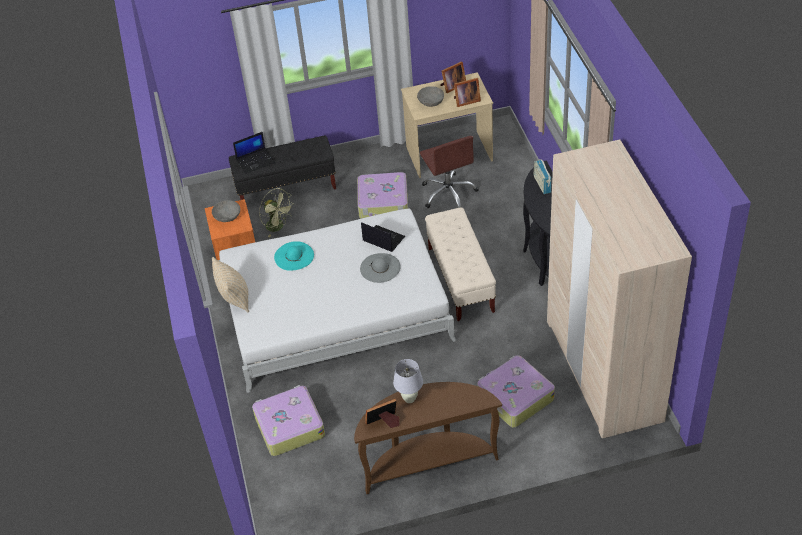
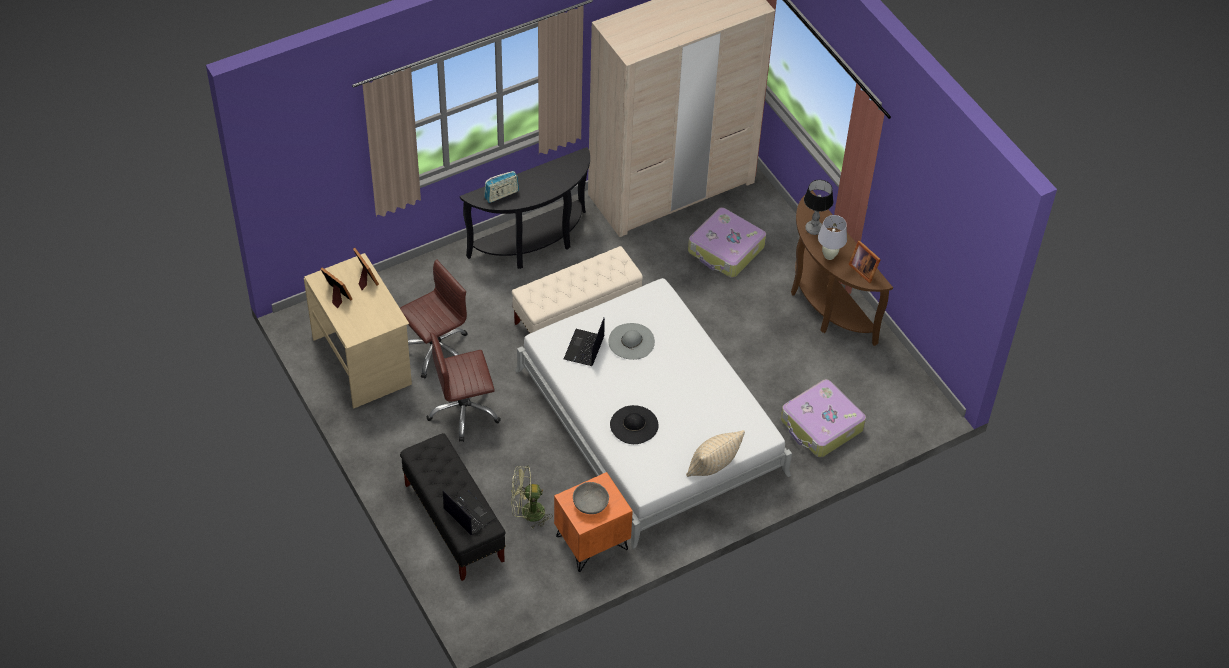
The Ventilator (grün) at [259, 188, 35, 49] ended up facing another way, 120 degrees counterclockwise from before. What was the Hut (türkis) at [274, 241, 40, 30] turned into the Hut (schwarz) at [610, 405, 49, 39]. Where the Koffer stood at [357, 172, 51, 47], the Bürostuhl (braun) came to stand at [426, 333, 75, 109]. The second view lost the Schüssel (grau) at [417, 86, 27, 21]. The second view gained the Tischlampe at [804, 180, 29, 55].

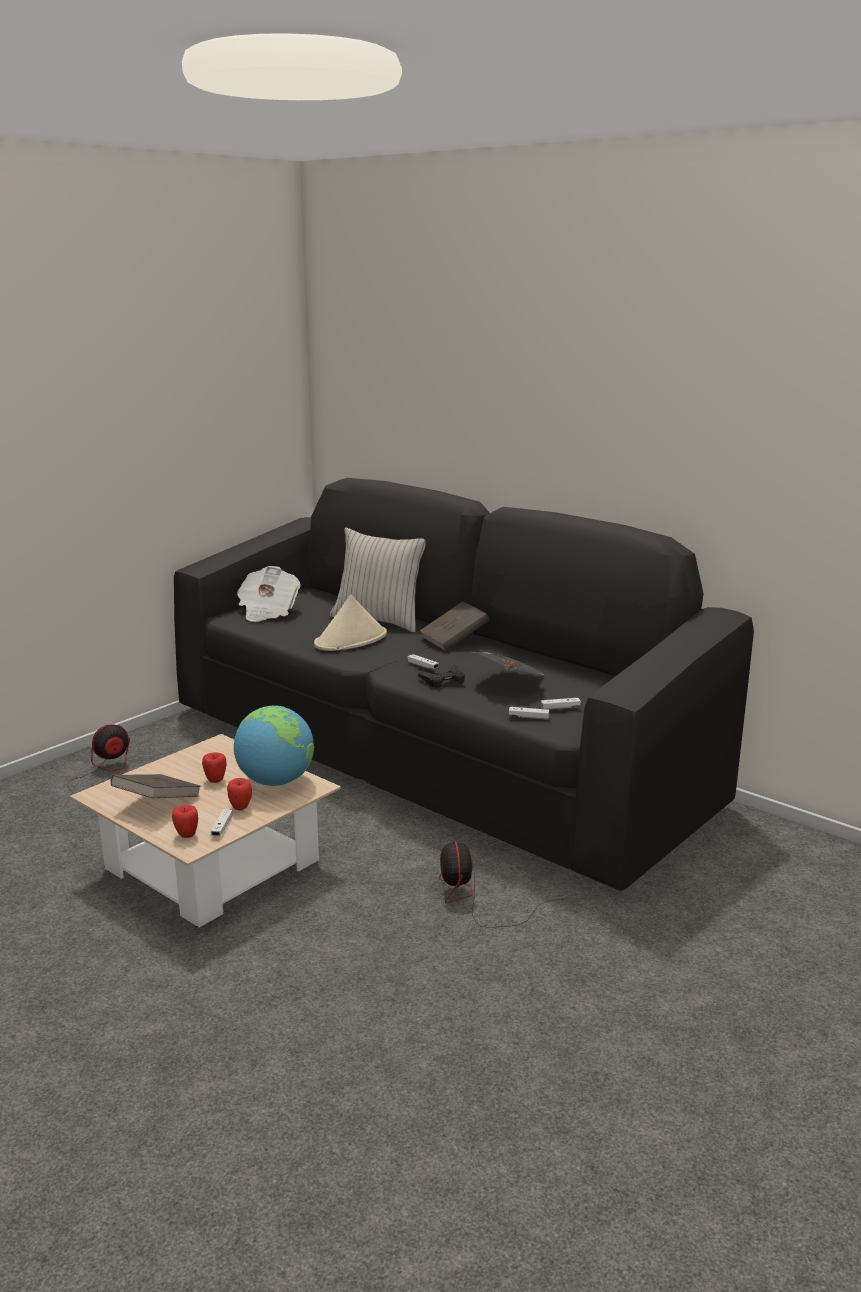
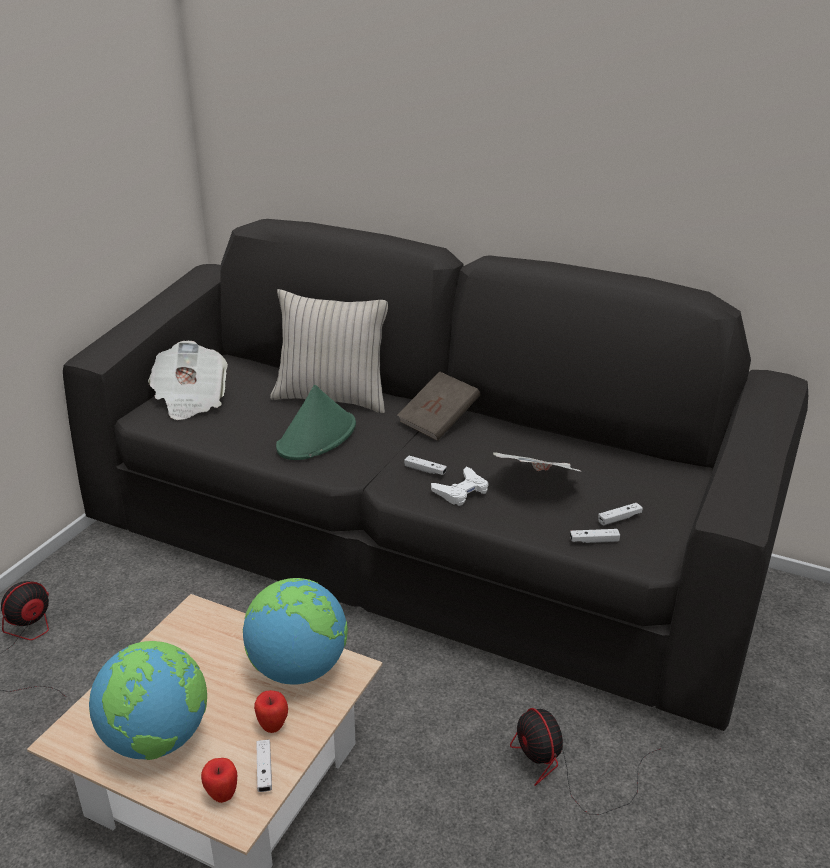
Where the Buch (braun) stood at [111, 774, 90, 24], the Globus came to stand at [89, 641, 118, 119]. The second view lost the Apfel at [202, 752, 25, 31]. What was the Hut (beige) at [314, 595, 73, 56] turned into the Hut (grün) at [276, 385, 80, 75]. What was the Gamepad (schwarz) at [418, 664, 47, 24] turned into the Gamepad (weiß) at [431, 466, 58, 40].

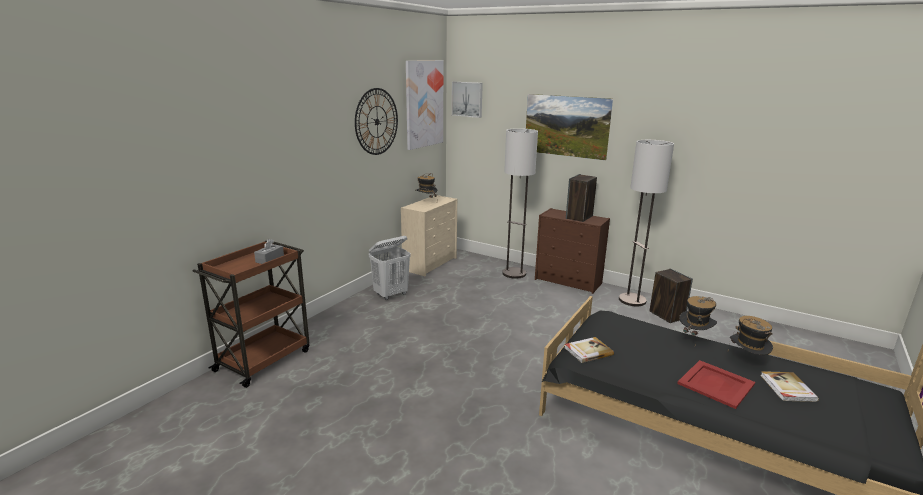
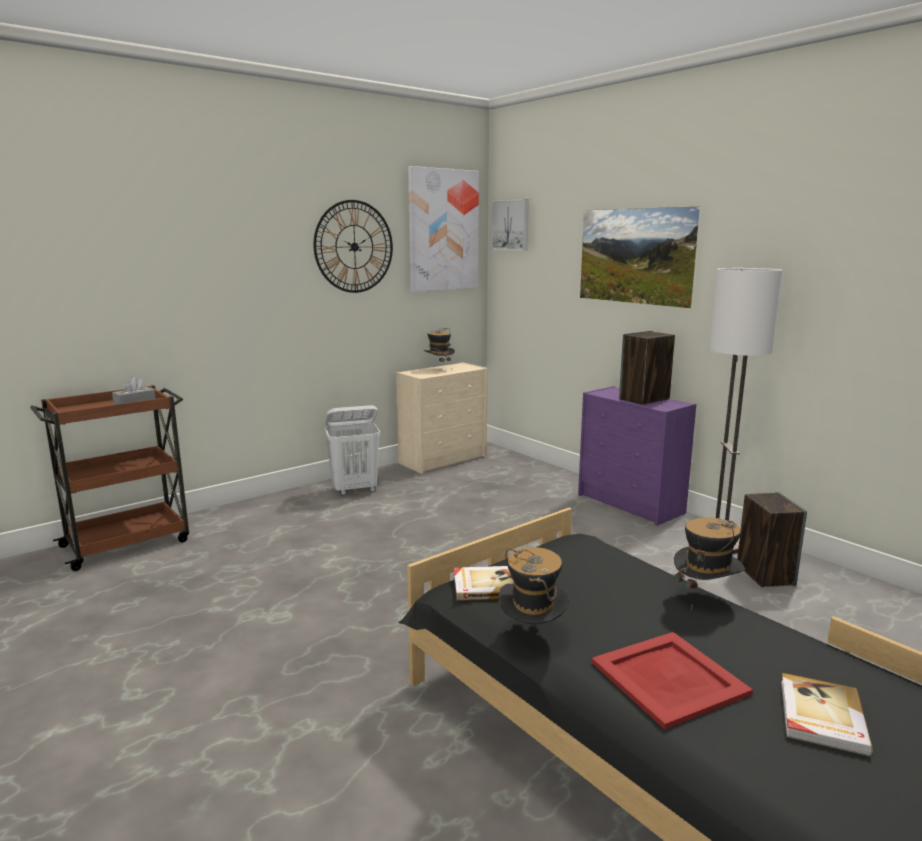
The second view lost the Stehlampe at [502, 128, 36, 151]. What was the Kommode (braun) at [535, 208, 75, 86] turned into the Kommode (lila) at [578, 386, 118, 140]. The Hut ended up elsewhere, having gone from [729, 316, 44, 39] to [498, 547, 71, 77].

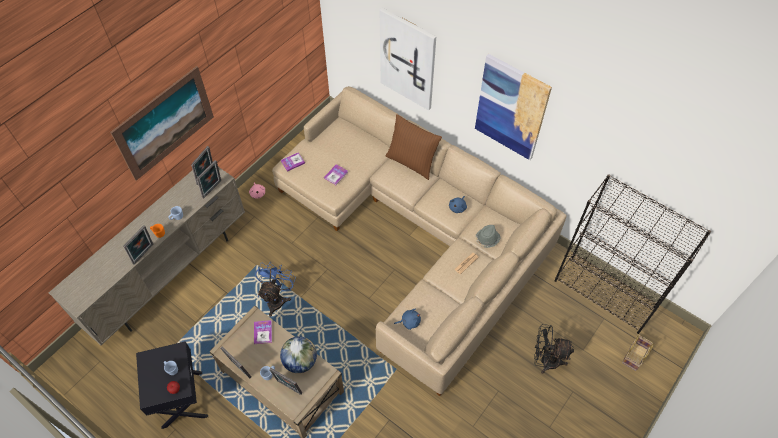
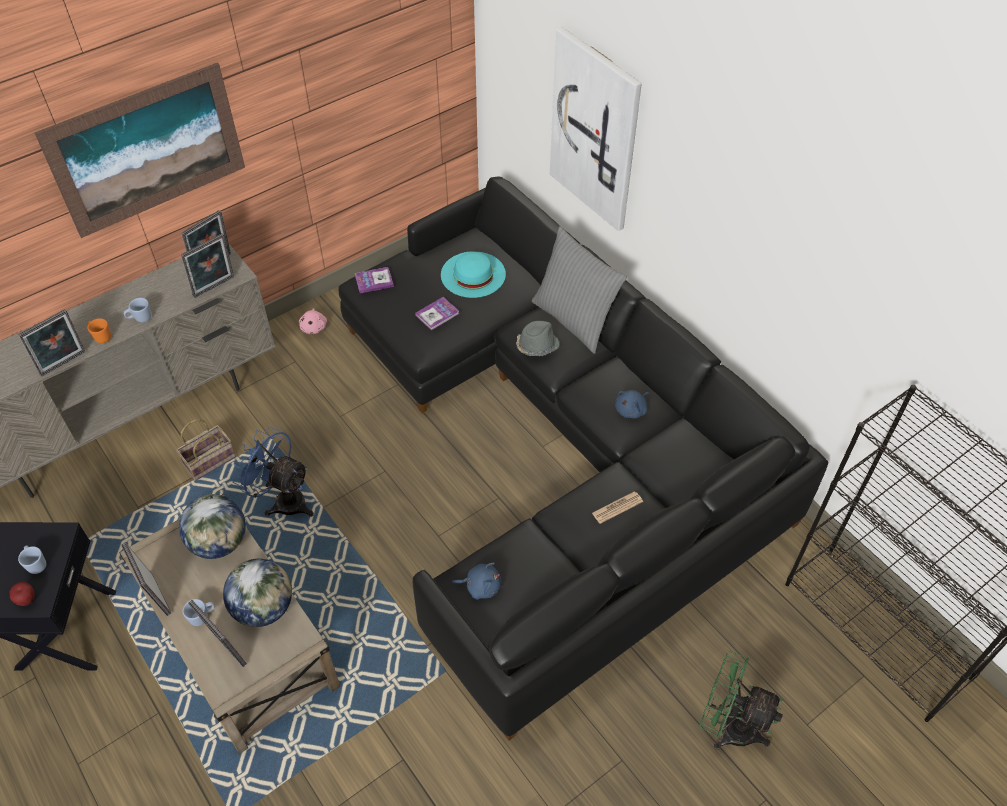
Where the Buch stood at [254, 320, 18, 24], the Globus came to stand at [179, 494, 67, 65]. The Ventilator (blau) at [255, 262, 41, 55] ended up facing another way, 90 degrees counterclockwise from before. What was the Sofa (beige) at [272, 86, 295, 310] turned into the Sofa (schwarz) at [338, 177, 490, 564]. What was the Kissen (braun) at [386, 114, 56, 66] turned into the Kissen (grau) at [532, 226, 95, 128]. The second view lost the Bild at [475, 54, 77, 106]. The Hut (grau) ended up elsewhere, having gone from [475, 225, 26, 23] to [516, 321, 44, 35]. What was the Ventilator (schwarz) at [534, 324, 40, 50] turned into the Ventilator (grün) at [699, 651, 84, 99]. The Korb ended up elsewhere, having gone from [622, 334, 32, 37] to [176, 419, 60, 62]. The second view gained the Hut (türkis) at [441, 251, 65, 47].

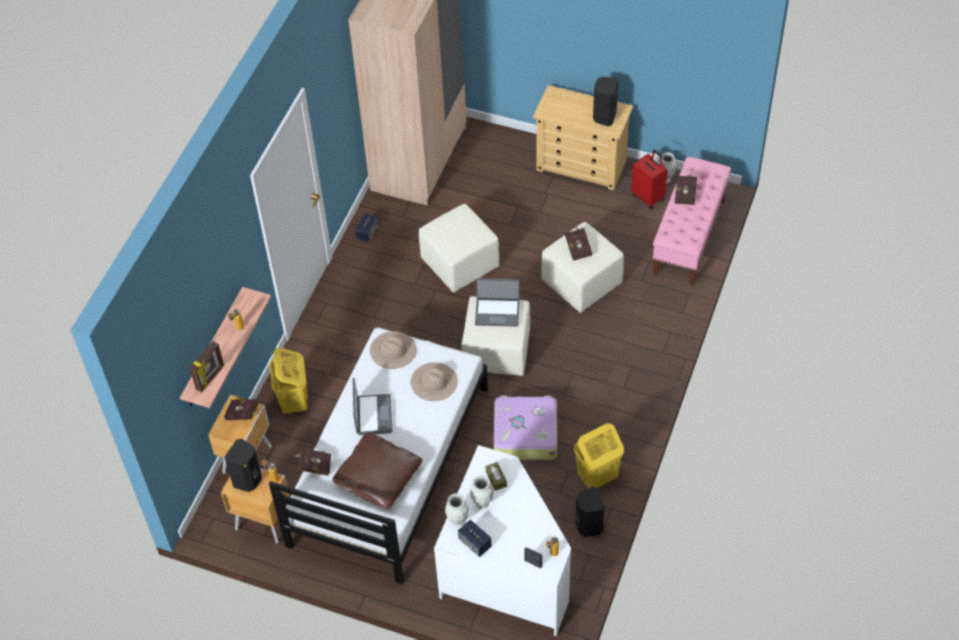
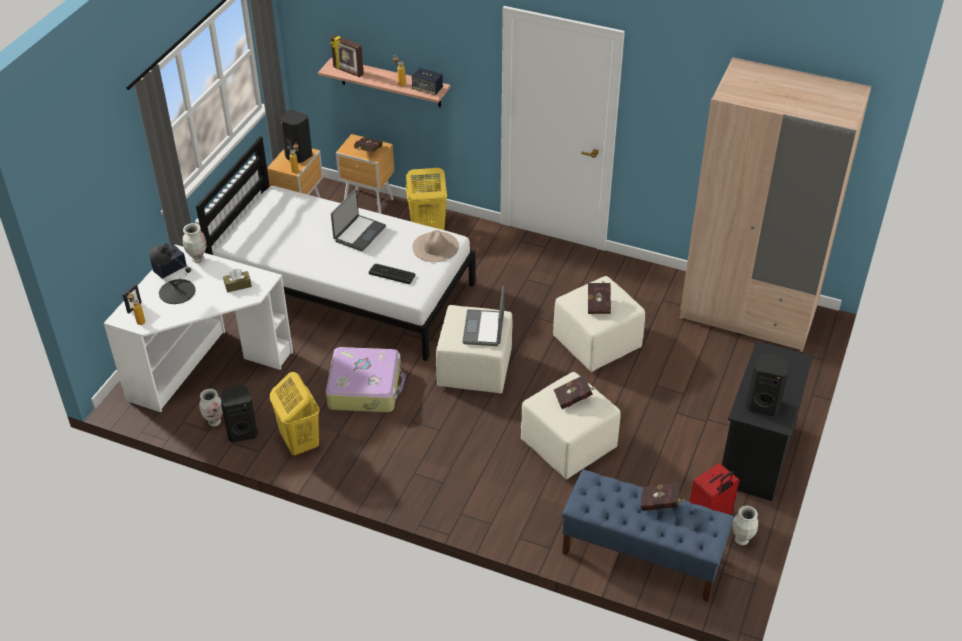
The Buch (rot) ended up elsewhere, having gone from [293, 448, 38, 28] to [588, 281, 23, 33]. The second view lost the Kissen (braun) at [332, 433, 91, 77]. The Laptop at [352, 378, 40, 57] ended up facing another way, 60 degrees counterclockwise from before. The Lautsprecher ended up elsewhere, having gone from [355, 213, 24, 29] to [412, 68, 31, 27]. Where the Hut (beige) stood at [410, 362, 48, 39], the Tastatur came to stand at [369, 264, 47, 20]. The Vase ended up elsewhere, having gone from [470, 476, 24, 33] to [199, 389, 24, 38]. What was the Kommode (beige) at [533, 85, 100, 105] turned into the Kommode (schwarz) at [722, 341, 92, 160]. What was the Bank (rosa) at [653, 157, 78, 129] turned into the Bank (blau) at [562, 469, 172, 133]. The second view gained the Tischlampe (schwarz) at [150, 243, 46, 61].

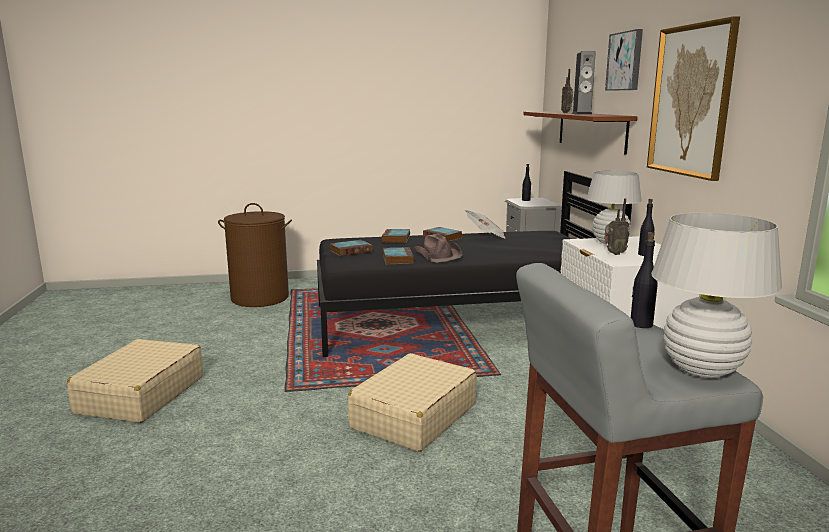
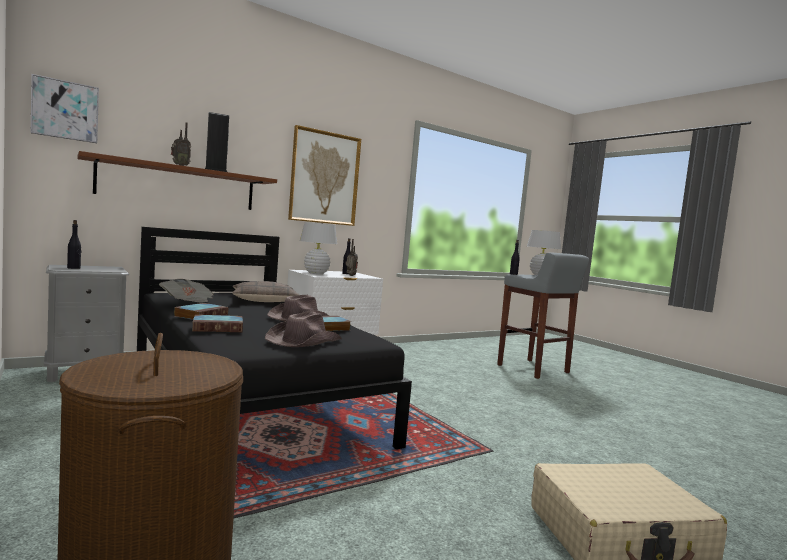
Where the Buch stood at [330, 240, 43, 16], the Hut (braun) came to stand at [265, 311, 77, 36]. The second view lost the Koffer (beige) at [348, 353, 129, 99]. The Bild ended up elsewhere, having gone from [605, 29, 38, 62] to [31, 74, 68, 69]. The second view gained the Kissen at [232, 281, 67, 21].

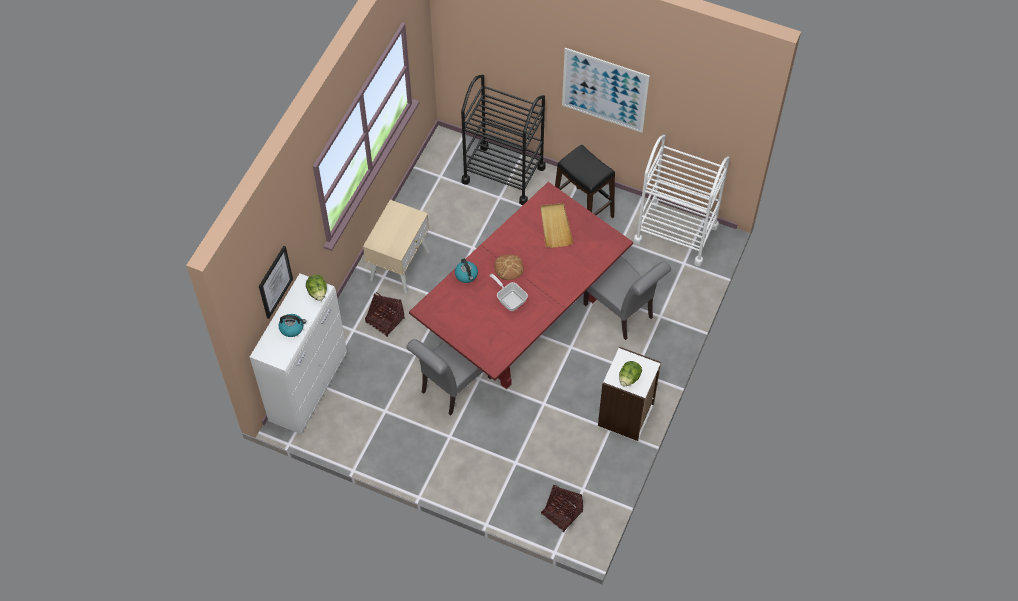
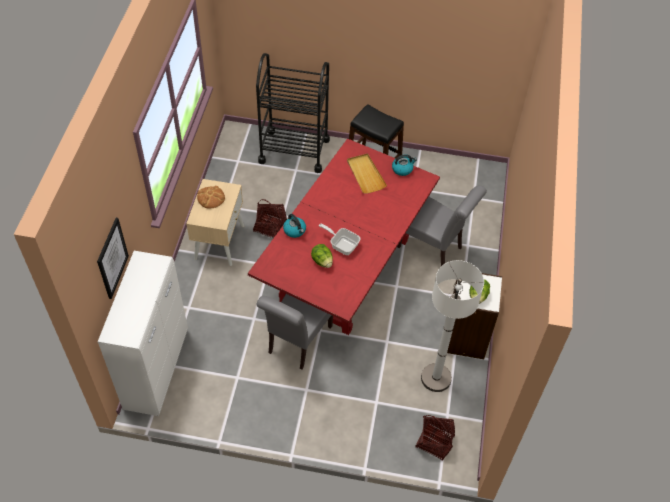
The Wasserkessel ended up elsewhere, having gone from [279, 314, 27, 23] to [392, 155, 25, 21]. The Salatkopf ended up elsewhere, having gone from [306, 274, 21, 27] to [311, 244, 22, 24]. The Korb ended up elsewhere, having gone from [365, 292, 39, 45] to [253, 199, 34, 39]. The Brot ended up elsewhere, having gone from [495, 255, 29, 25] to [197, 186, 28, 23]. The second view lost the Bild at [562, 48, 88, 85]. The second view lost the Rollwagen (weiß) at [633, 135, 97, 131]. The second view gained the Stehlampe (weiß) at [421, 260, 63, 132].

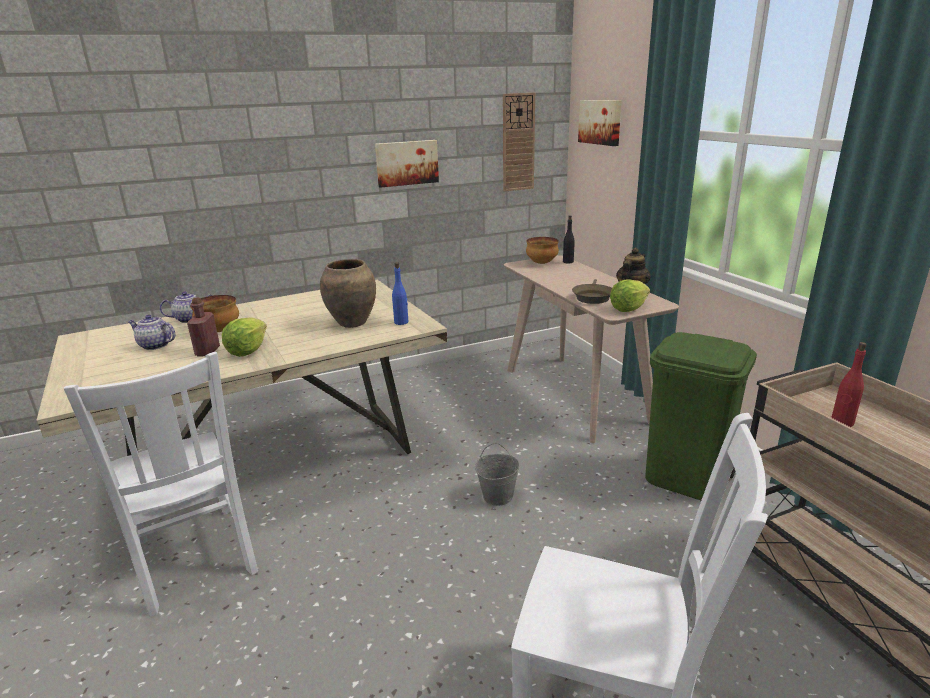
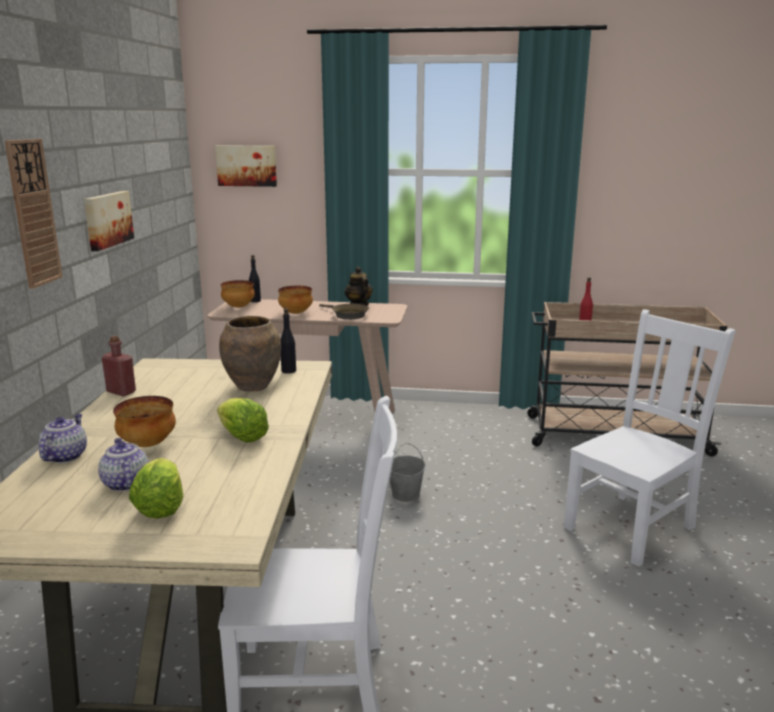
The Teekanne at [128, 315, 47, 35] ended up facing another way, 105 degrees clockwise from before. The Flasche (rot) ended up elsewhere, having gone from [187, 297, 33, 60] to [102, 336, 34, 60]. What was the Flasche (blau) at [392, 262, 17, 63] turned into the Flasche (schwarz) at [281, 309, 15, 65]. The Wanduhr ended up elsewhere, having gone from [503, 93, 32, 99] to [5, 139, 58, 150]. The Salatkopf ended up elsewhere, having gone from [610, 280, 40, 32] to [129, 458, 54, 61]. The second view lost the Mülleimer (grün) at [645, 332, 112, 168]. The second view gained the Schüssel at [278, 286, 35, 28].

